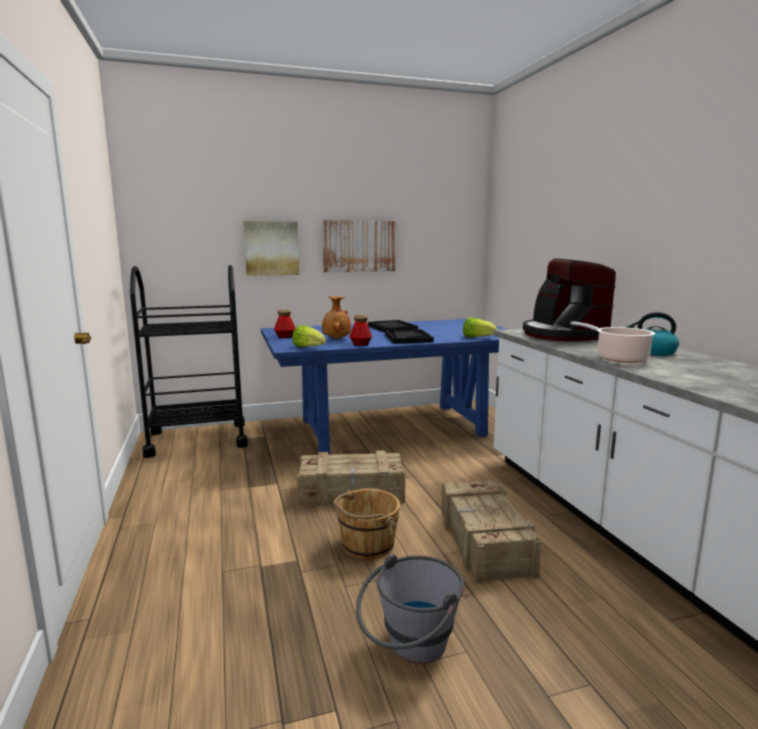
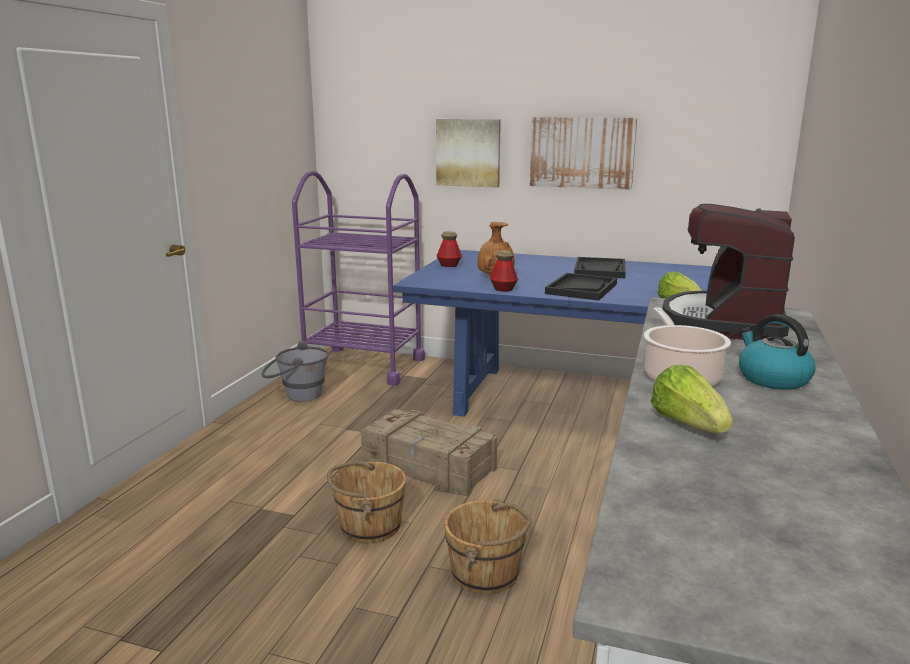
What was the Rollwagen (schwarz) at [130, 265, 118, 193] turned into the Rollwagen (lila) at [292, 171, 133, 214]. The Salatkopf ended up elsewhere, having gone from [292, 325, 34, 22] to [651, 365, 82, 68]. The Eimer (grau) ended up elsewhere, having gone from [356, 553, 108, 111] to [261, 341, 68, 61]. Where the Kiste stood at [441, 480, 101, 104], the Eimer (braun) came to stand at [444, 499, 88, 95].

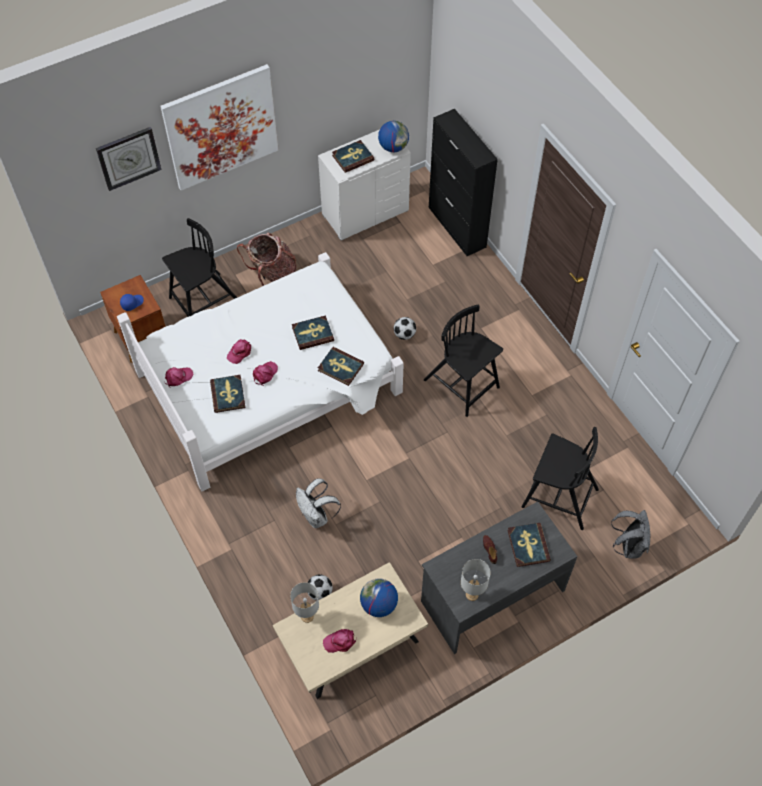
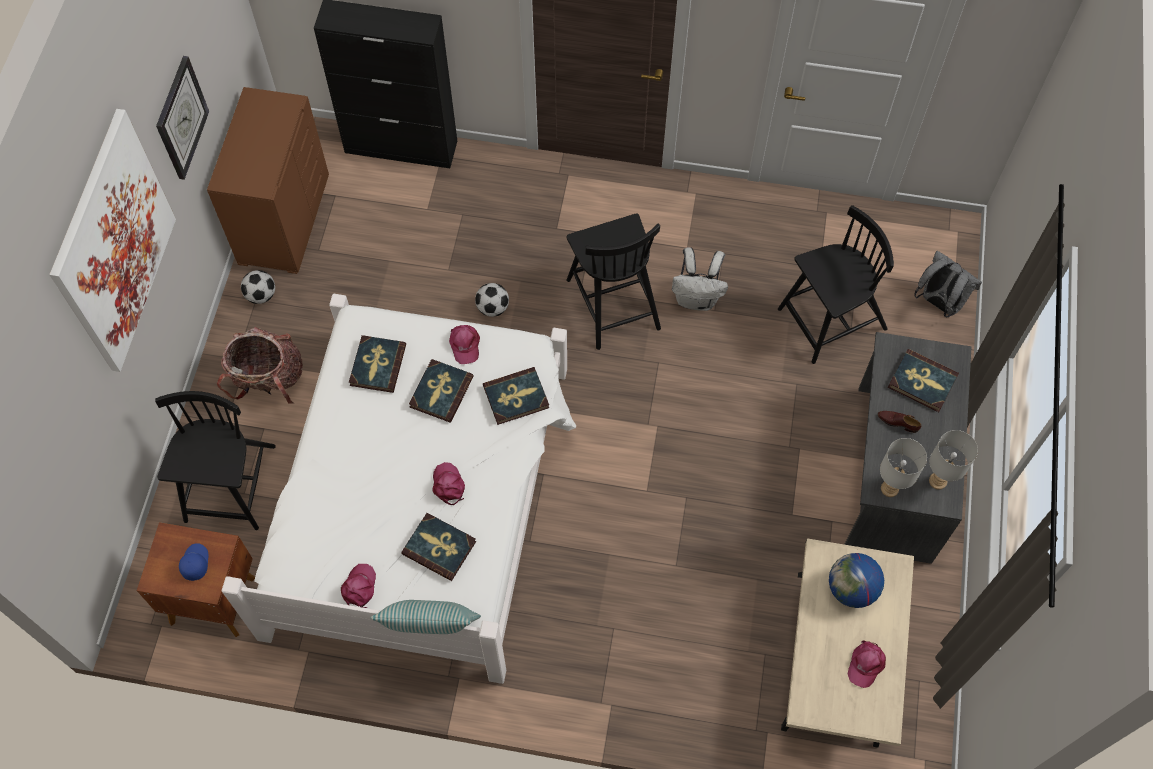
The Wanduhr ended up elsewhere, having gone from [96, 127, 66, 64] to [156, 56, 53, 124]. The Kappe (rosa) ended up elsewhere, having gone from [227, 339, 24, 25] to [449, 325, 31, 39]. The Tischlampe (grau) ended up elsewhere, having gone from [290, 582, 29, 41] to [880, 438, 47, 59]. The Rucksack (weiß) ended up elsewhere, having gone from [296, 478, 45, 50] to [672, 247, 56, 64]. The Fußball ended up elsewhere, having gone from [308, 574, 25, 26] to [241, 270, 34, 34]. What was the Kommode (weiß) at [318, 130, 93, 110] turned into the Kommode (braun) at [207, 87, 122, 187]. The Buch ended up elsewhere, having gone from [332, 140, 42, 33] to [349, 335, 57, 58]. The second view lost the Globus at [378, 121, 31, 31]. The Stuhl (schwarz) at [424, 305, 79, 112] ended up facing another way, 105 degrees counterclockwise from before. The second view gained the Kissen at [370, 600, 111, 34].

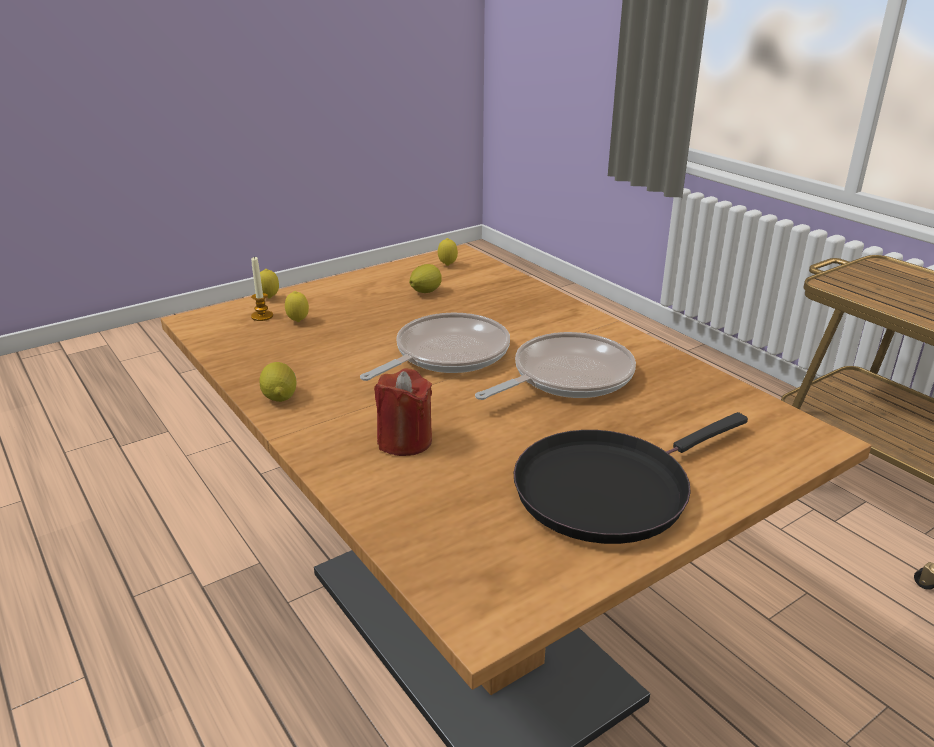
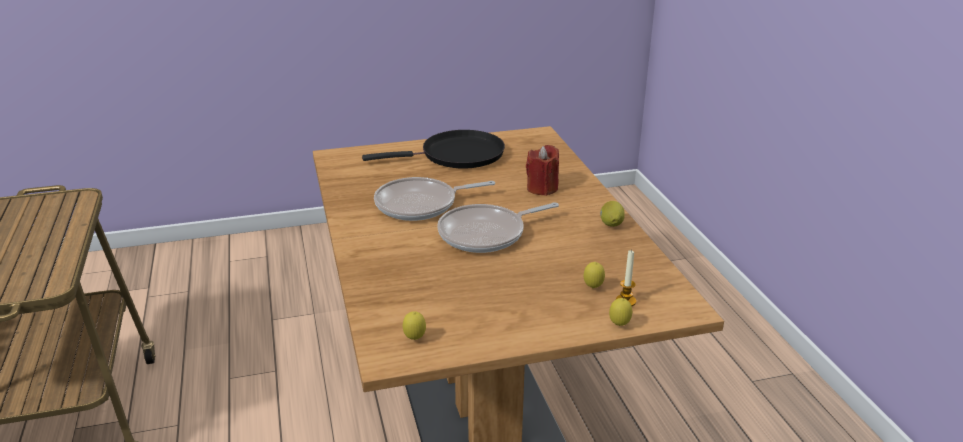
The second view lost the Zitrone at [409, 264, 33, 29].

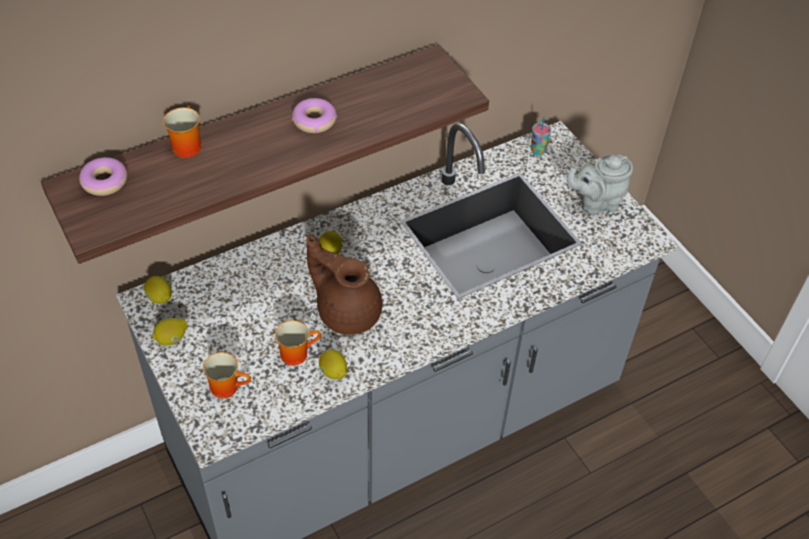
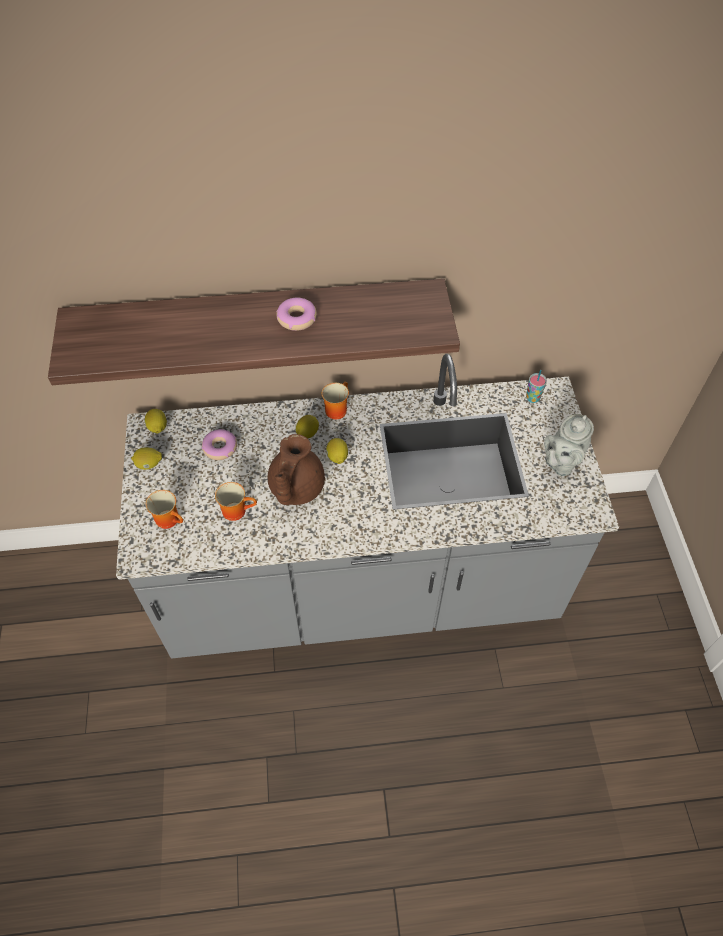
The Donut ended up elsewhere, having gone from [79, 157, 48, 39] to [202, 429, 35, 31]. The Henkelbecher ended up elsewhere, having gone from [163, 106, 38, 52] to [322, 382, 27, 38]. The Teekanne (braun) at [306, 235, 76, 100] ended up facing another way, 135 degrees counterclockwise from before. The Zitrone ended up elsewhere, having gone from [319, 349, 28, 30] to [326, 438, 22, 26]. The Teekanne (grau) at [566, 154, 67, 61] ended up facing another way, 60 degrees counterclockwise from before.

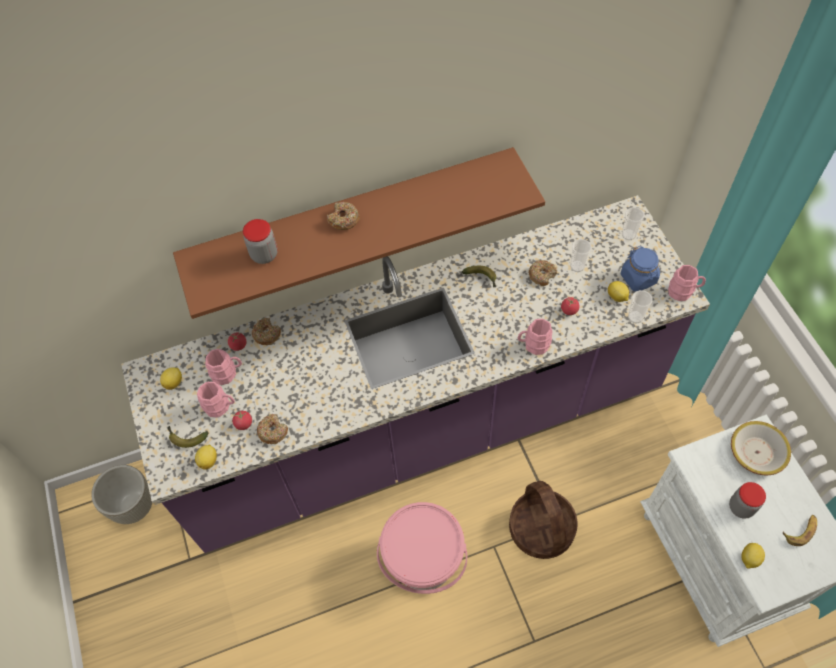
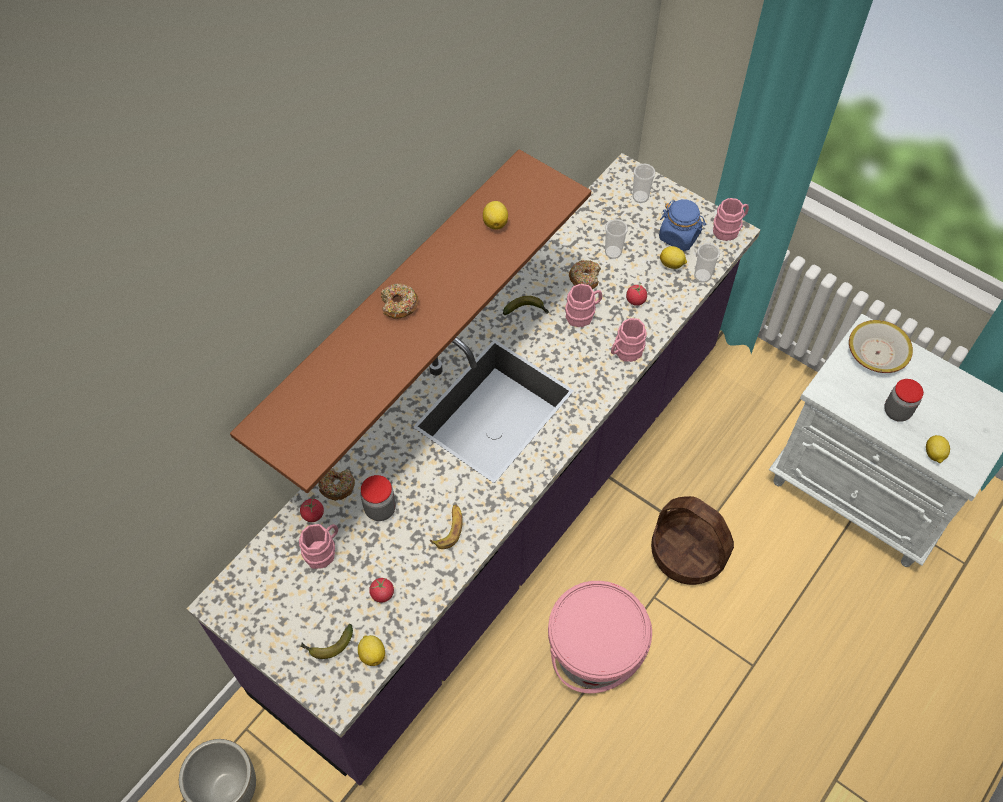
The Zitrone ended up elsewhere, having gone from [160, 367, 22, 23] to [483, 201, 25, 29]. The Henkelbecher (rosa) ended up elsewhere, having gone from [197, 382, 38, 36] to [565, 284, 37, 43]. The Vorratsglas ended up elsewhere, having gone from [243, 219, 35, 45] to [361, 475, 35, 46]. The second view lost the Donut at [257, 414, 31, 30]. The Banane ended up elsewhere, having gone from [783, 515, 34, 31] to [430, 505, 32, 44].

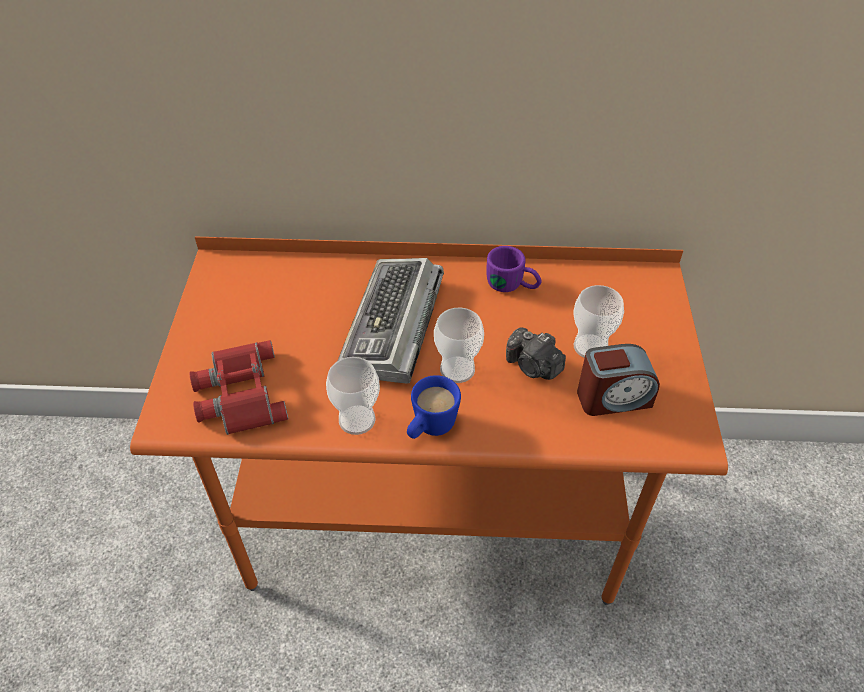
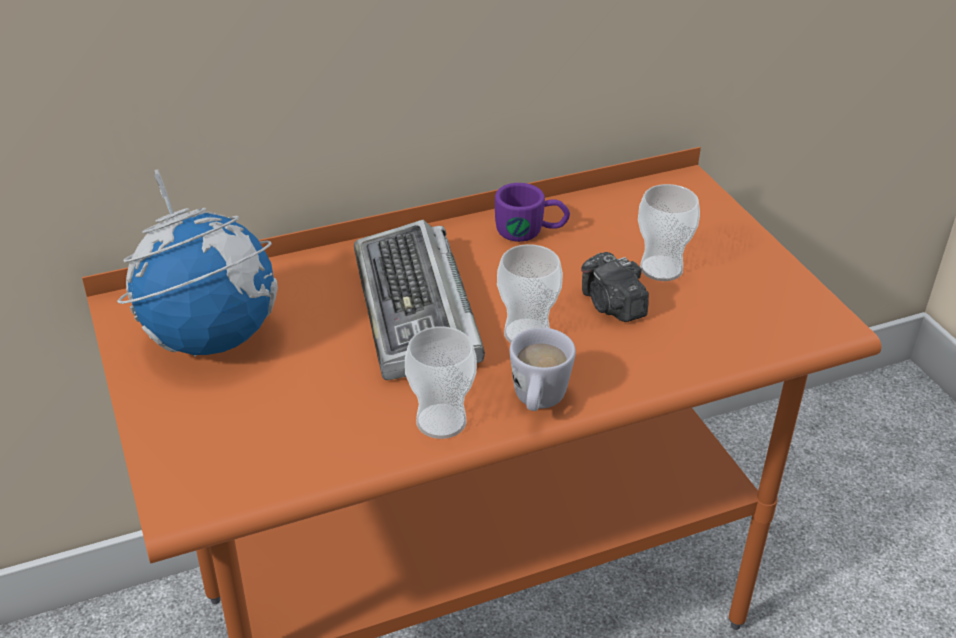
The second view lost the Fernglas (rot) at [189, 340, 99, 95]. What was the Henkelbecher (blau) at [407, 375, 54, 64] turned into the Henkelbecher (weiß) at [510, 328, 66, 83]. The Kamera at [506, 327, 60, 53] ended up facing another way, 45 degrees clockwise from before. The second view lost the Wecker at [577, 344, 83, 72]. The second view gained the Globus at [117, 169, 161, 188].

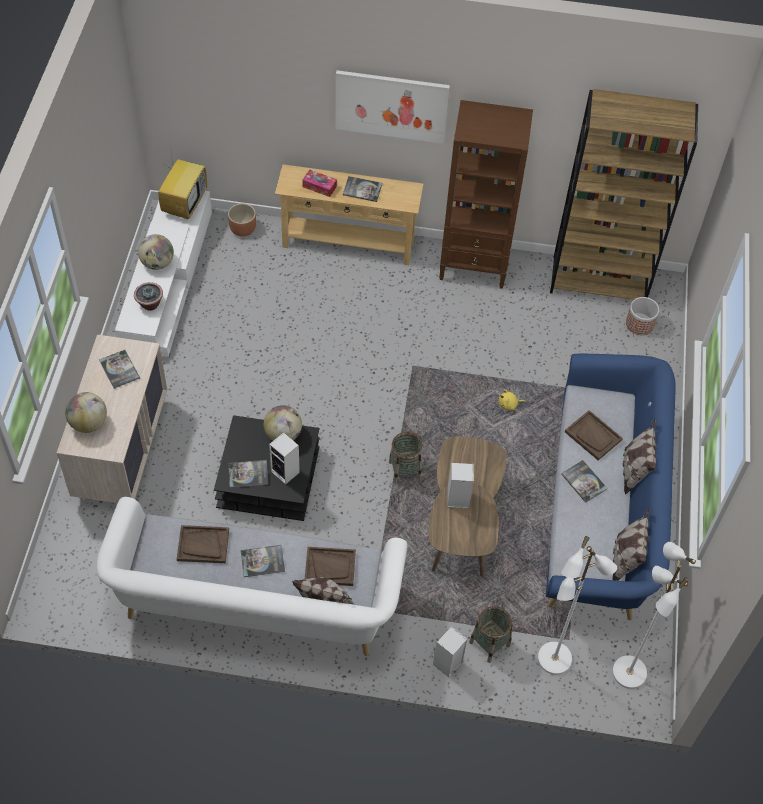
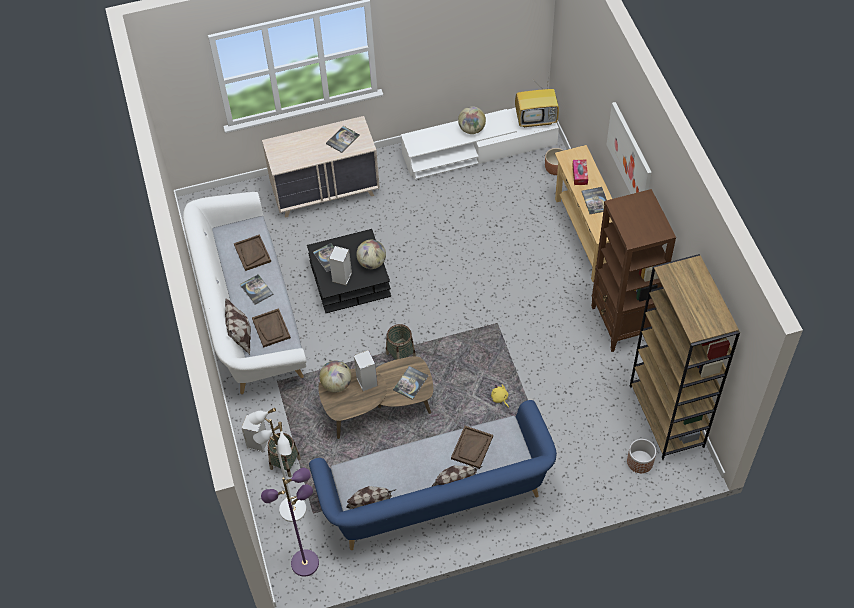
The Globus ended up elsewhere, having gone from [65, 392, 42, 41] to [319, 361, 32, 31]. The second view lost the Topfpflanze at [134, 282, 29, 29]. The Buch ended up elsewhere, having gone from [561, 460, 47, 43] to [393, 366, 35, 34]. What was the Stehlampe (weiß) at [612, 542, 84, 147] turned into the Stehlampe (lila) at [261, 468, 58, 109].

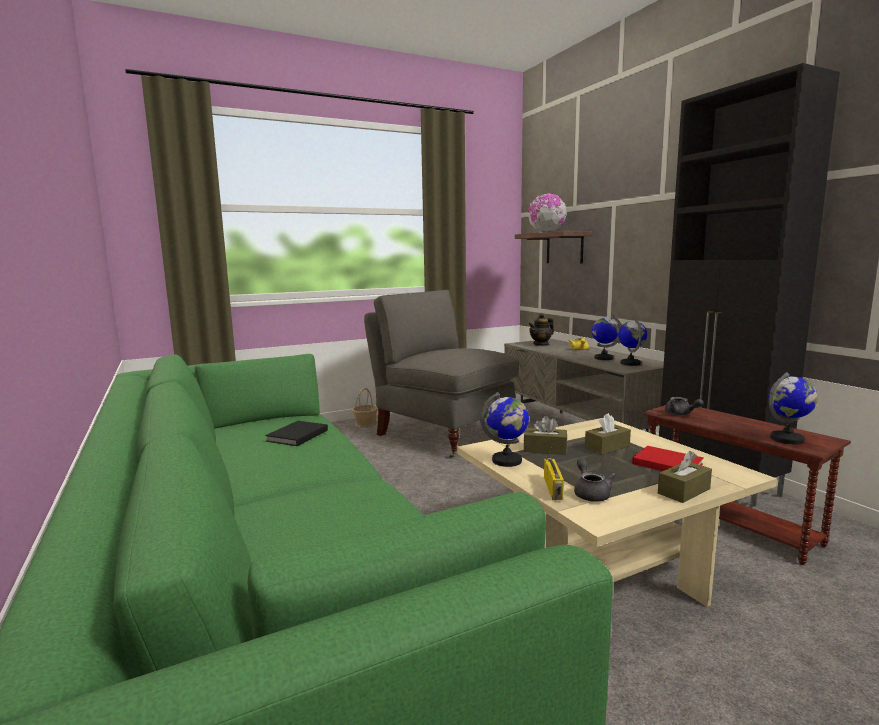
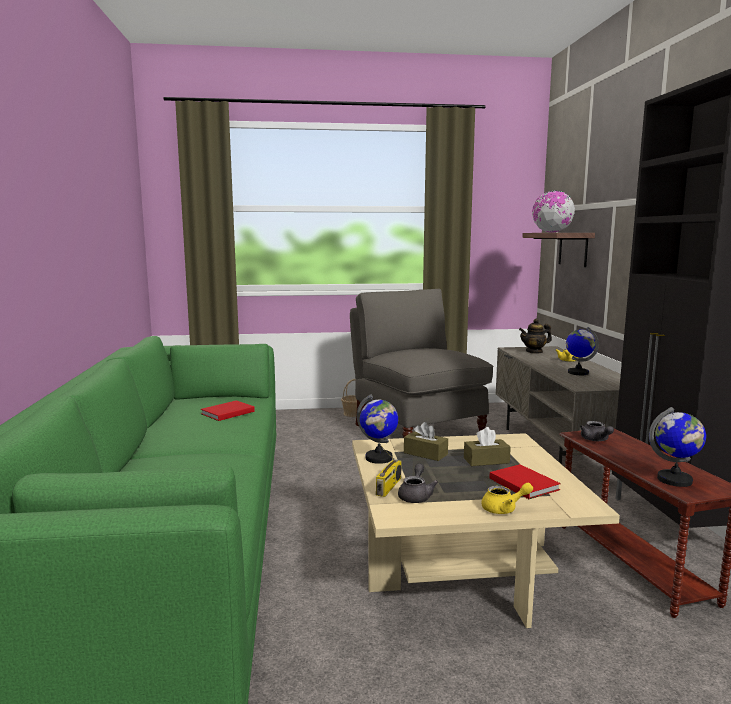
What was the Buch (schwarz) at [265, 421, 63, 25] turned into the Buch (rot) at [201, 400, 54, 21]. The second view lost the Globus at [618, 318, 29, 48]. Where the Taschentuchbox (braun) stood at [658, 451, 54, 52], the Teekanne (gelb) came to stand at [481, 483, 52, 31].

